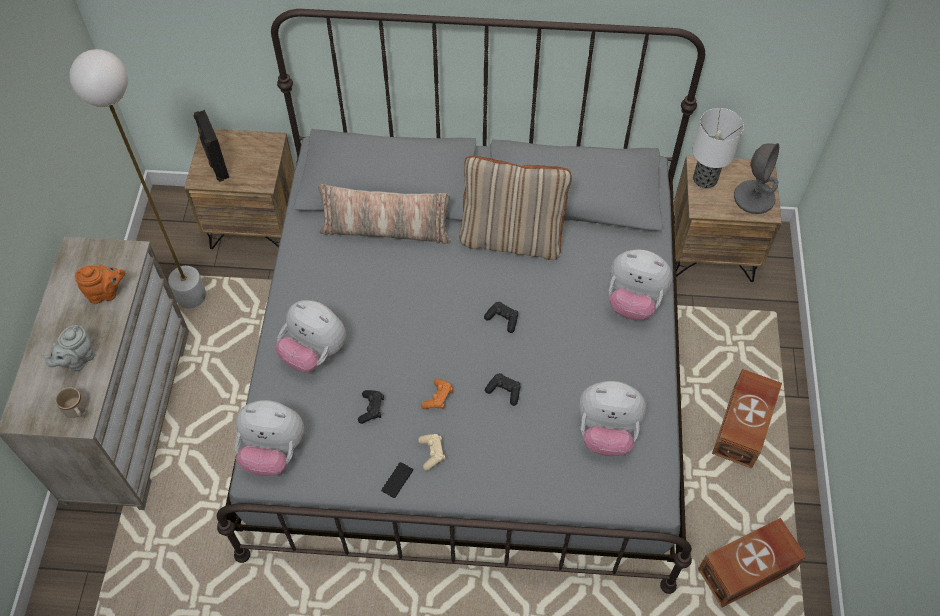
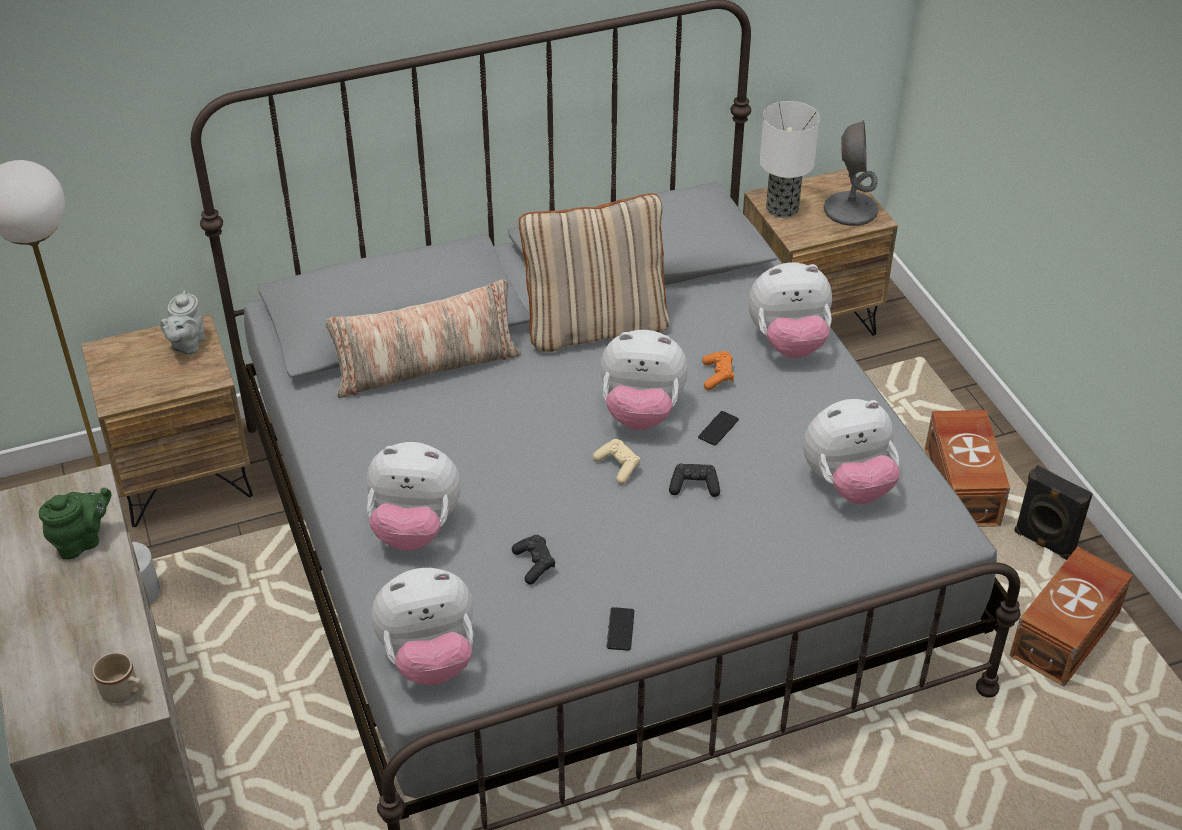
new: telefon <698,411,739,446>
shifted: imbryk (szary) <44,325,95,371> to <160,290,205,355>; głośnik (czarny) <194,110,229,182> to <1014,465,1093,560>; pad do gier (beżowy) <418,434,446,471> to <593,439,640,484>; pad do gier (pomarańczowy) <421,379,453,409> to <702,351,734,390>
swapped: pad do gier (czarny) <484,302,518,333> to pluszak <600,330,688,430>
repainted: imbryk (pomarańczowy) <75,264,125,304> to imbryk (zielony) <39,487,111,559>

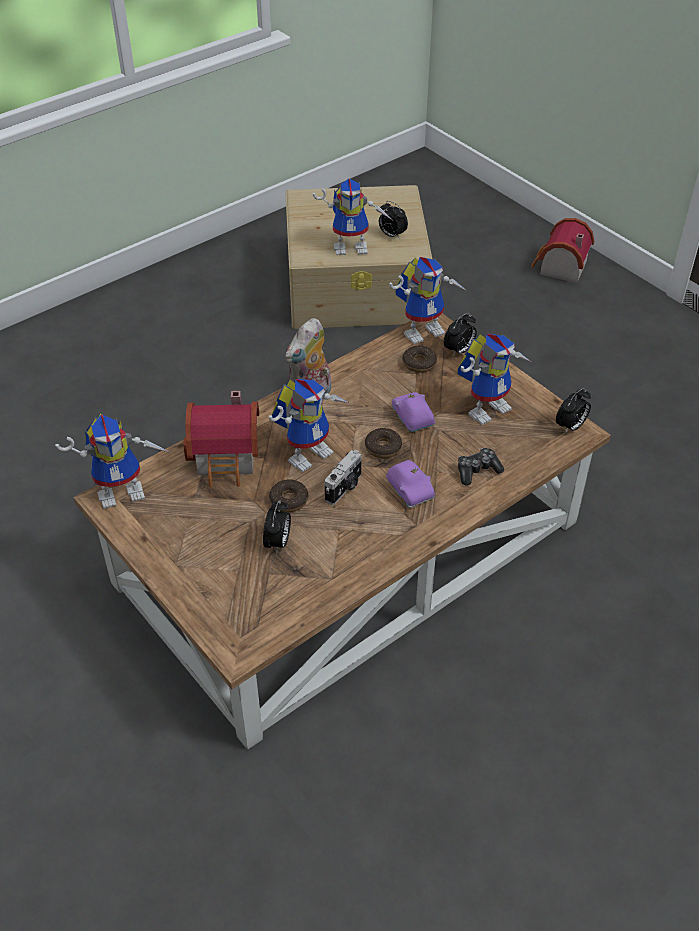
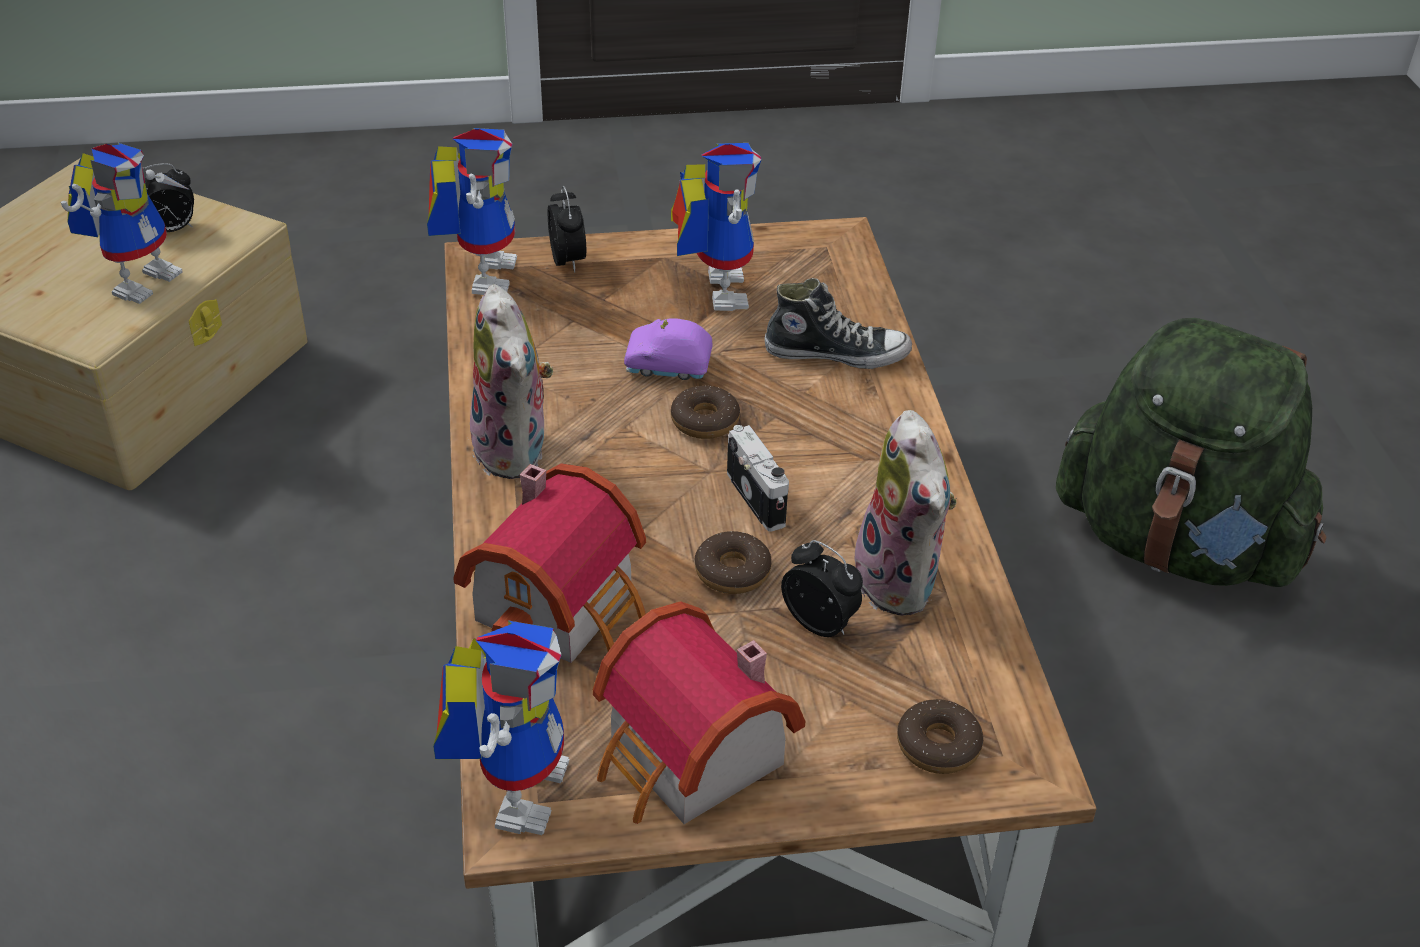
gone: robot zabawkowy <269,379,349,472>; samochodzik (fioletowy) <386,460,435,508>; budzik <556,388,591,433>
new: pluszak <854,410,957,616>; plecak (zielony) <1056,318,1327,587>
shifted: donut <402,346,437,373> to <897,699,983,774>; domek <531,218,594,283> to <593,601,805,824>
swapped: pad do gier <458,448,504,486> to but <764,278,912,369>

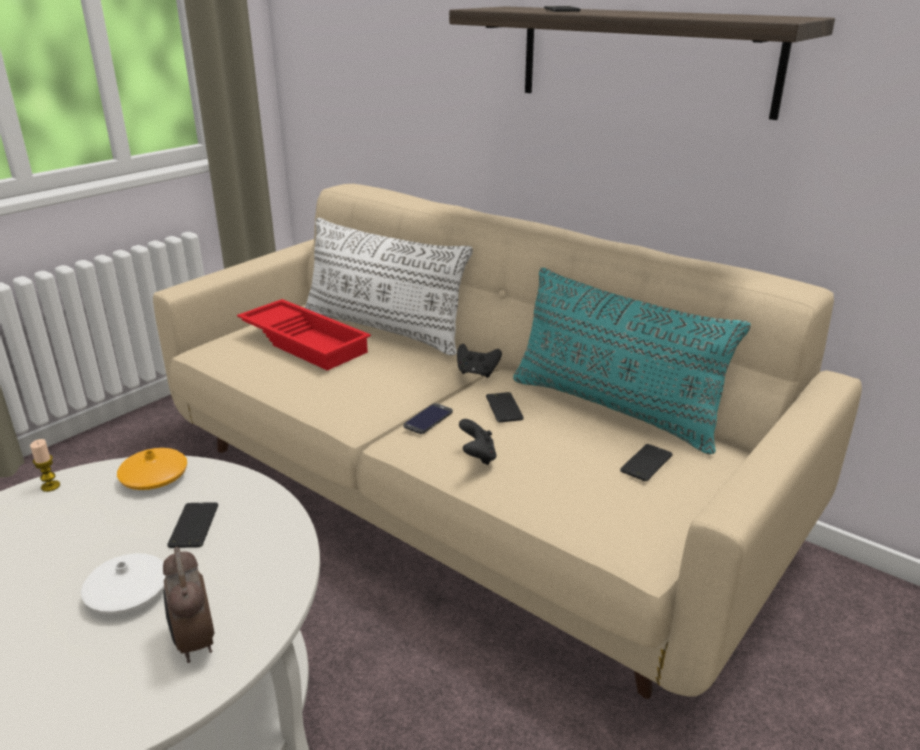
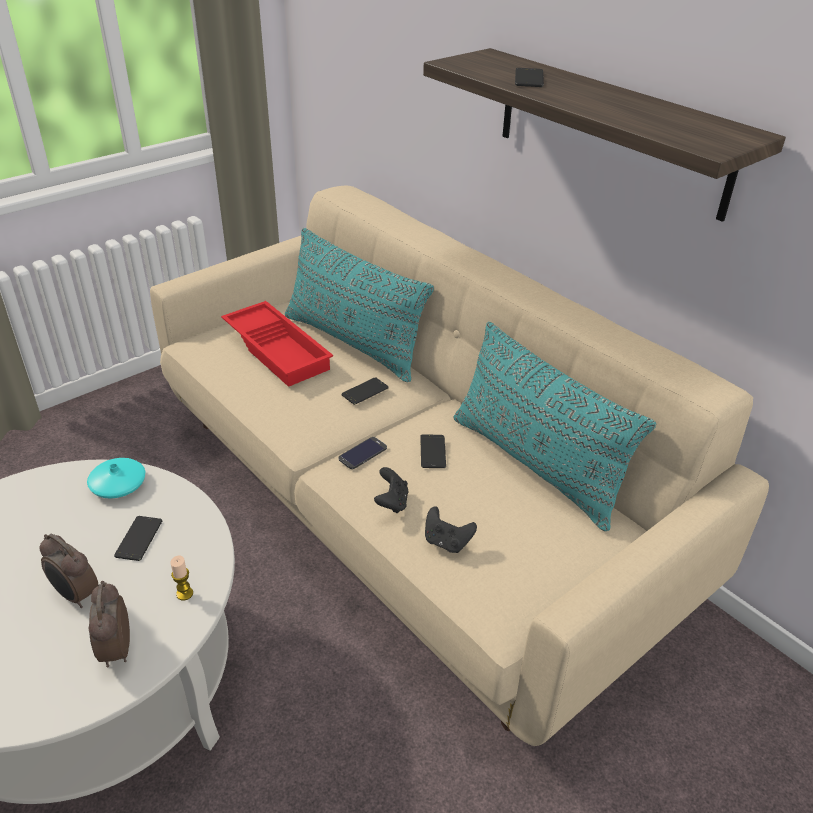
shifted: świeca <30,439,60,492> to <170,556,193,601>; pad do gier (czarny) <457,344,502,378> to <425,506,477,553>; telefon <620,444,673,481> to <342,377,389,405>
swapped: wazon (biały) <81,553,165,615> to budzik <39,534,98,608>
repainted: wazon (pomarańczowy) <117,448,187,490> to wazon (turkusowy) <87,458,145,499>; poduszka (biały) <304,218,473,356> to poduszka (turkusowy) <285,228,434,382>

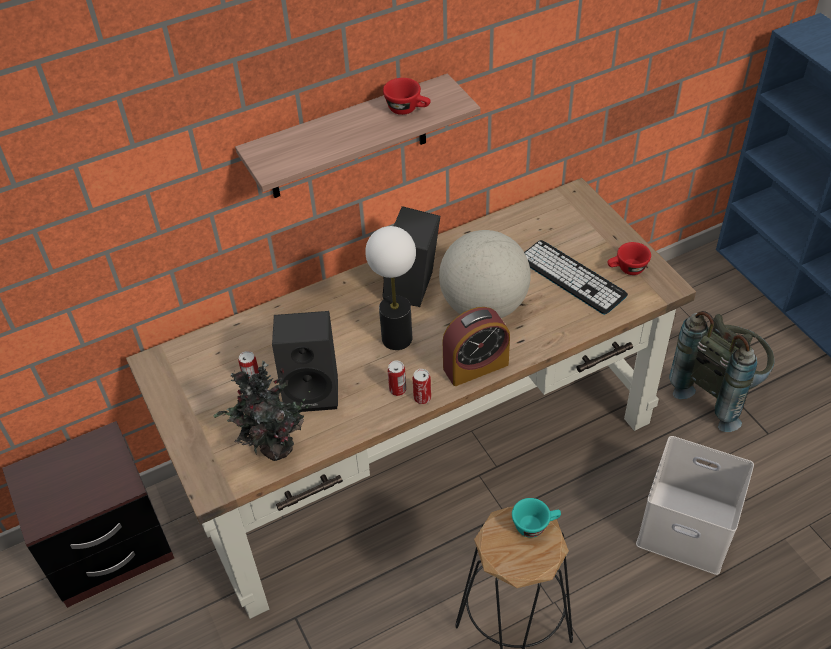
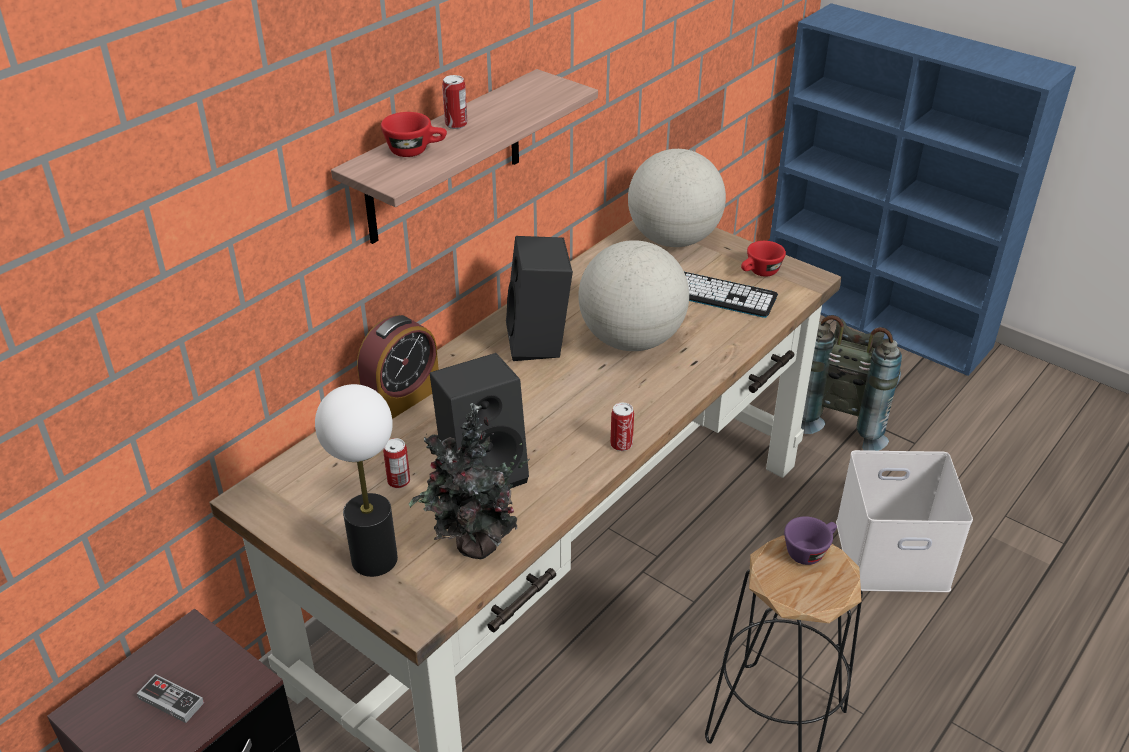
new: pad do gier <137,674,204,723>; globus <628,149,726,247>
shifted: lampa stołowa <365,226,416,350> to <315,384,398,577>; filiżanka (czerwony) <383,78,431,115> to <381,112,447,157>; puszka <388,361,406,396> to <442,75,468,129>; budzik <443,307,510,386> to <357,315,439,419>
repainted: filiżanka (turkusowy) <512,498,561,538> to filiżanka (fioletowy) <784,516,837,565>

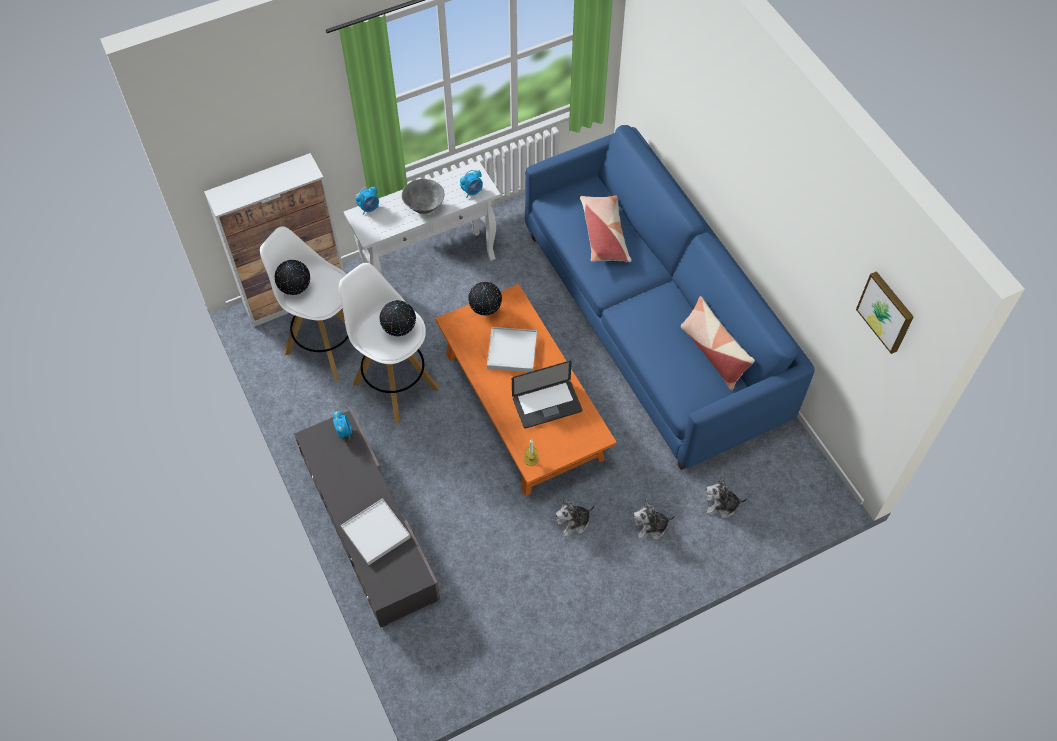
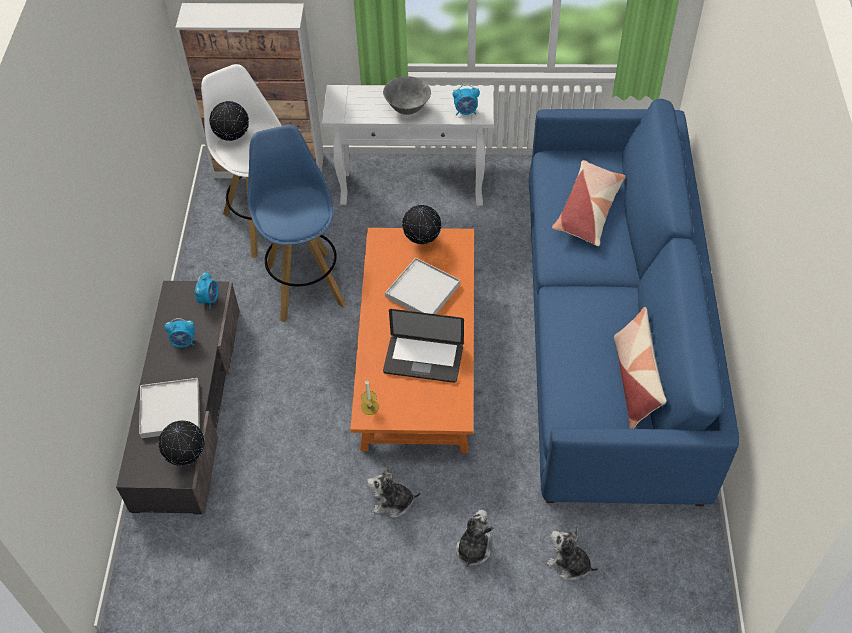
gone: obraz <856,271,914,354>
shifted: budzik <355,187,379,215> to <165,318,195,348>; globus <380,300,416,336> to <159,421,204,466>
repainted: stołek (biały) <339,263,439,424> to stołek (niebieski) <248,125,346,323>
rotated: pluszak <633,499,675,540> = <456,509,494,568> 90 degrees clockwise

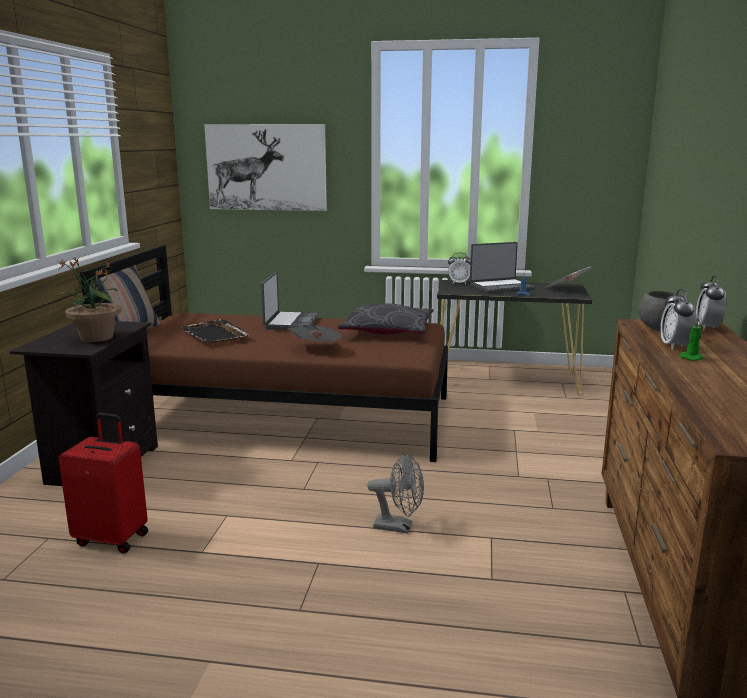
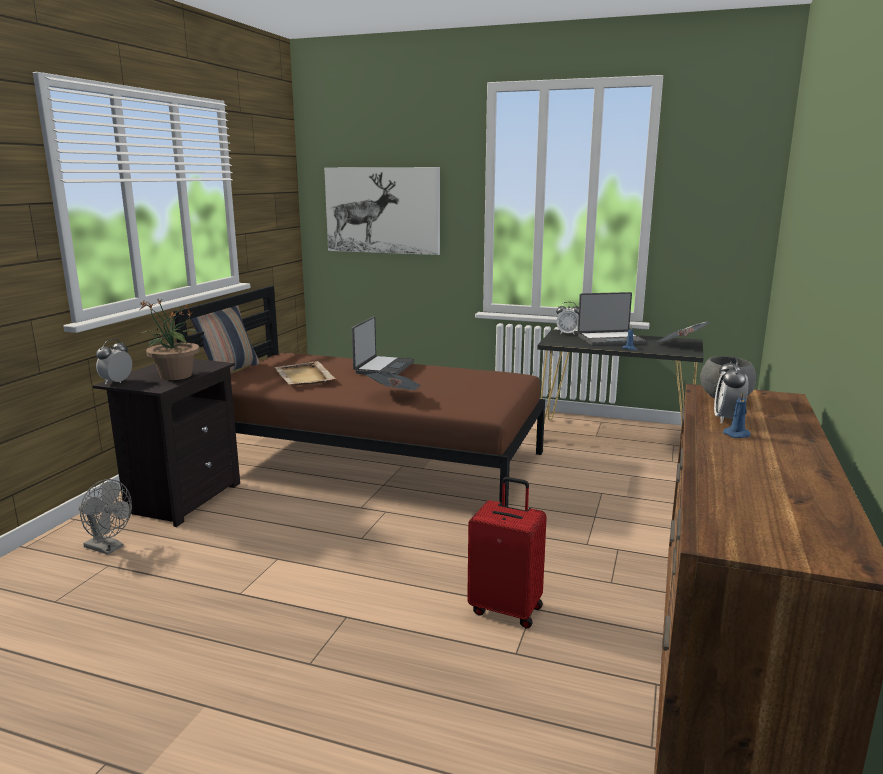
gone: poduszka (szary) <337,303,434,334>
shifted: walizka (czerwony) <58,413,148,553> to <467,477,547,628>; wentylator (szary) <367,453,424,534> to <79,479,132,555>; budzik <696,276,727,330> to <96,339,132,384>
repainted: taca (czarny) <181,319,251,343> to taca (beżowy) <274,361,336,386>; świeca (zielony) <679,318,704,361> to świeca (niebieski) <723,391,751,438>

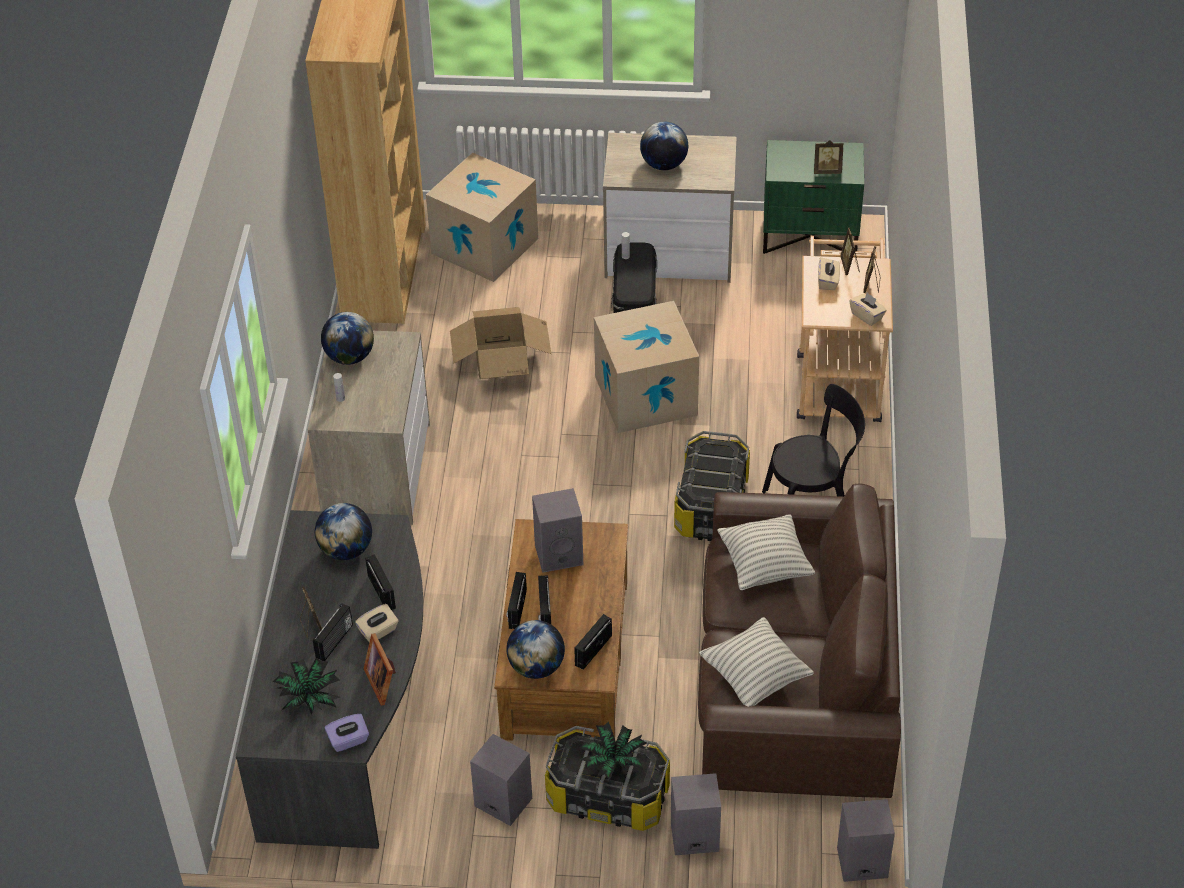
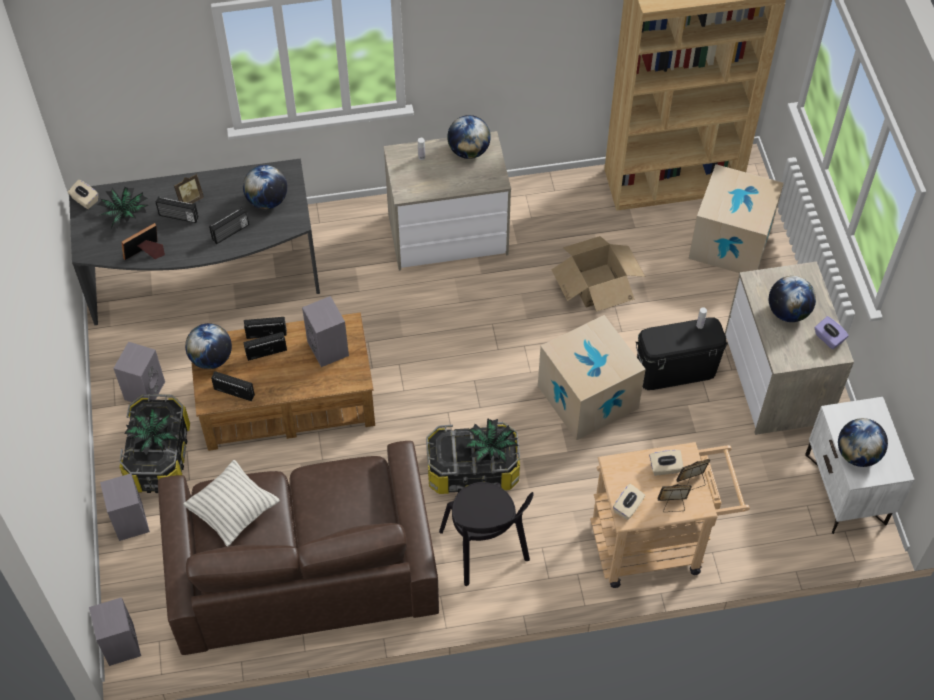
gone: poduszka <717,514,815,590>
new: roślina doniczkowa <465,418,519,464>
shifted: pudełko chusteczek (fioletowy) <325,713,369,752> to <815,316,849,349>; pudełko chusteczek (beżowy) <355,604,399,642> to <68,180,98,209>
swapped: ramka na zdjęcie <814,140,844,174> to globus <838,418,888,467>
repainted: szafka nocna (zielony) <763,140,864,254> to szafka nocna (biały) <805,397,914,534>

